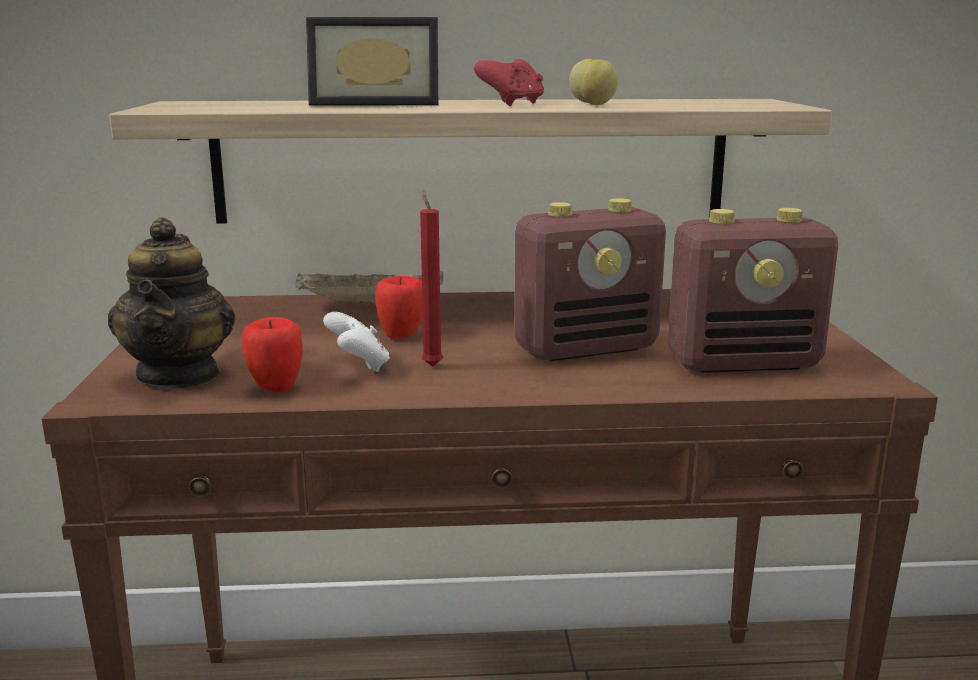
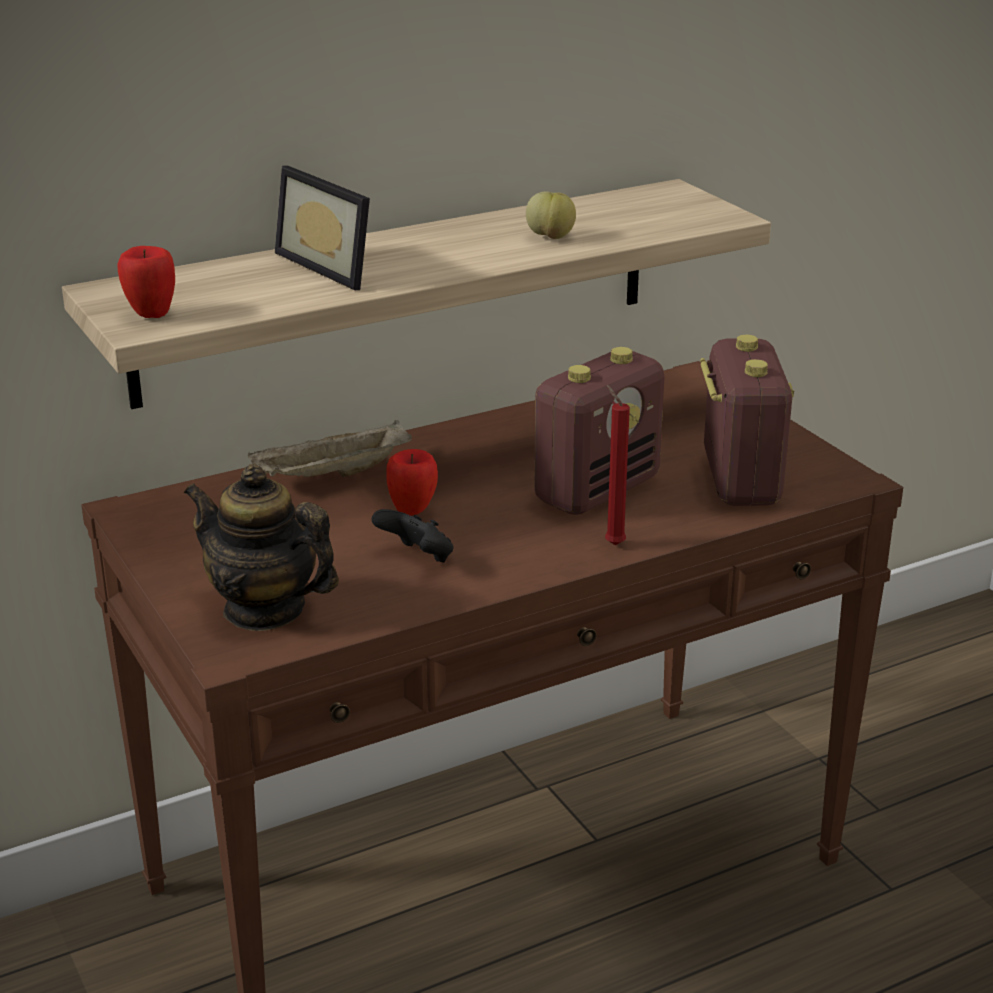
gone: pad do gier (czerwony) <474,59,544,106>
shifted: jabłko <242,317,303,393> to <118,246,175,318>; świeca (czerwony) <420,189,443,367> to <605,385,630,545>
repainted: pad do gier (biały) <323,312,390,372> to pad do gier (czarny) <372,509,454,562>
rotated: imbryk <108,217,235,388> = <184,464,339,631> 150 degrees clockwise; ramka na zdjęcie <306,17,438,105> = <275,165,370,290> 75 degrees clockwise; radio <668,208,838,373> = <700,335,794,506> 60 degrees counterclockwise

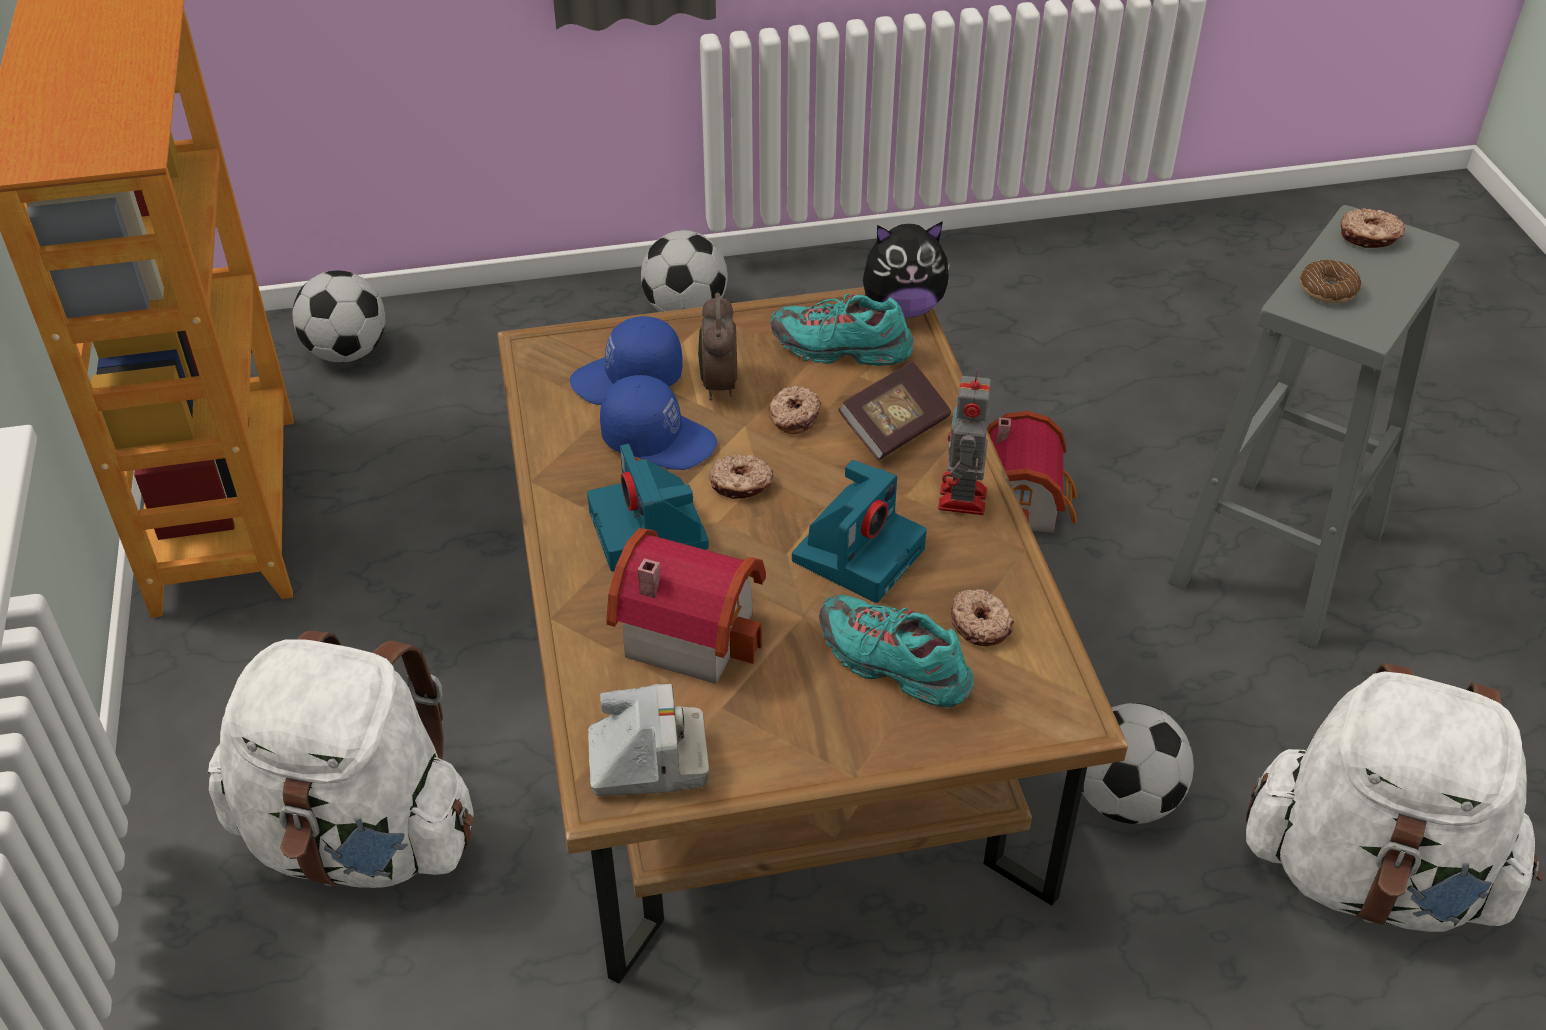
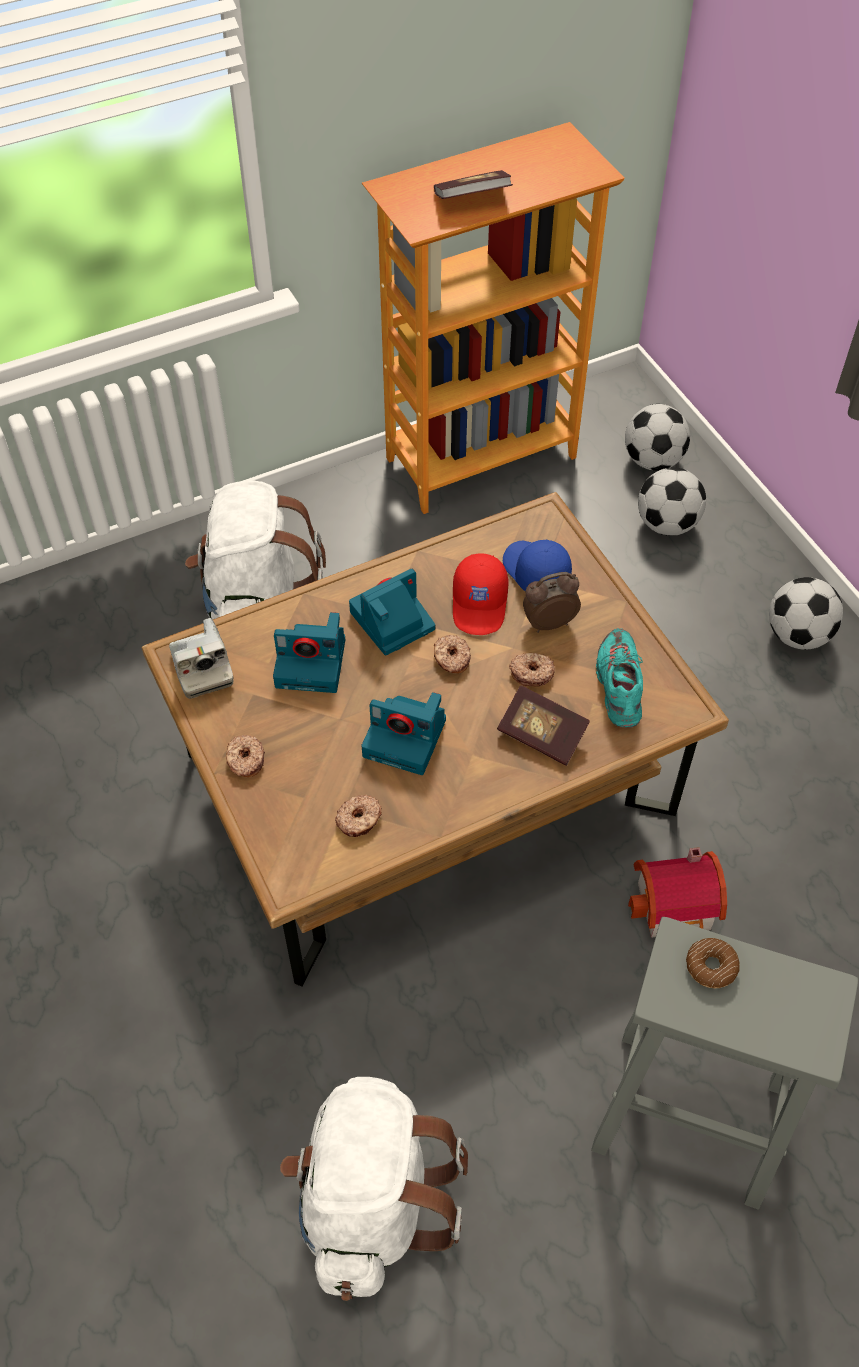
gone: but (turkusowy) <819,595,974,707>; pluszak <863,221,951,318>; robot zabawkowy <938,369,991,515>
new: książka <434,170,513,199>
shifted: piłka futbolowa <1082,703,1194,824> to <638,467,706,536>; donut <1340,209,1405,248> to <226,735,265,777>
swapped: domek <606,528,766,684> to aparat fotograficzny <273,612,345,693>
repainted: czapka z daszkiem (niebieski) <600,375,717,470> to czapka z daszkiem (czerwony) <453,553,509,635>

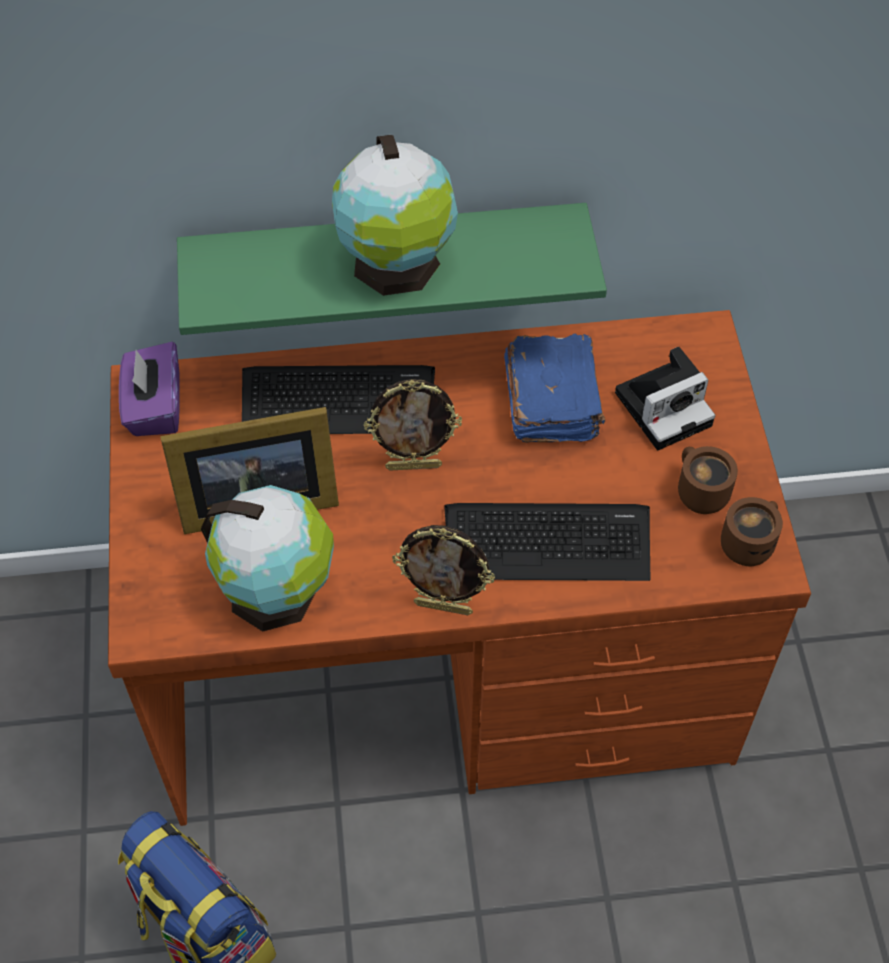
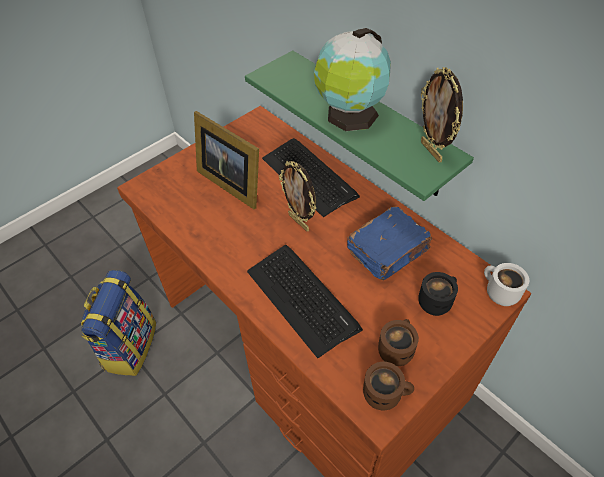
gone: pudełko chusteczek (fioletowy) <119,342,180,436>; globus <201,485,334,631>
new: kubek (biały) <484,263,529,306>
shifted: ramka na zdjęcie <392,525,495,615> to <421,67,463,162>
swapped: aparat fotograficzny <615,347,715,450> to kubek (czarny) <418,272,458,316>

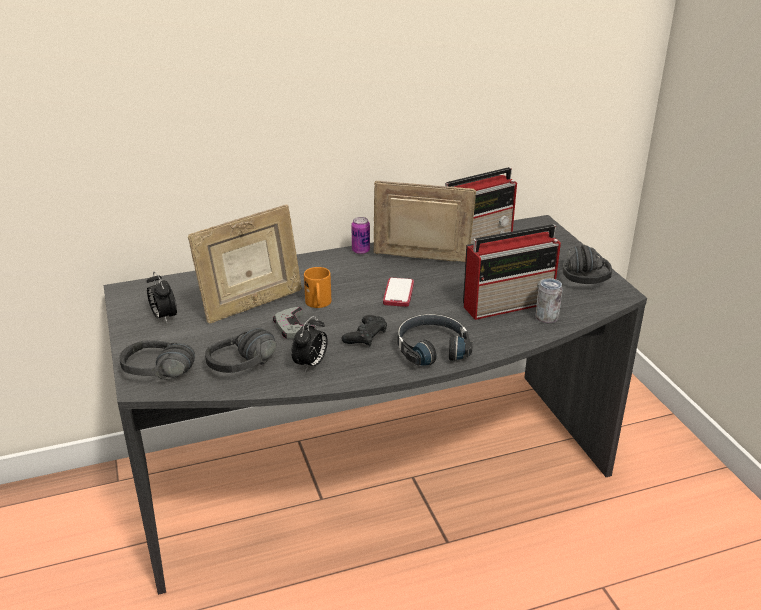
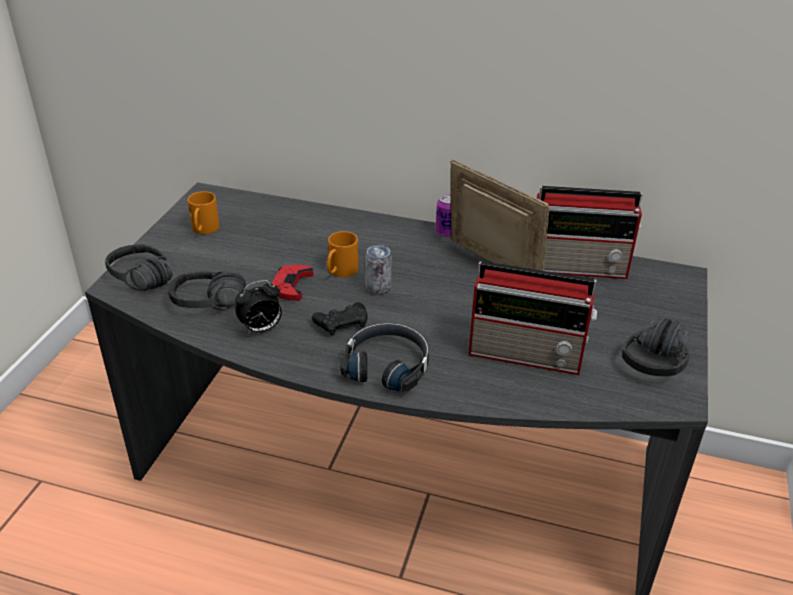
gone: ramka na zdjęcie <188,204,302,323>; telefon <383,278,414,307>
shifted: puszka <535,278,563,324> to <365,245,392,295>
swapped: budzik <147,272,177,322> to kubek (pomarańczowy) <188,191,219,234>
repainted: pad do gier (szary) <273,307,315,339> to pad do gier (czerwony) <272,265,313,301>

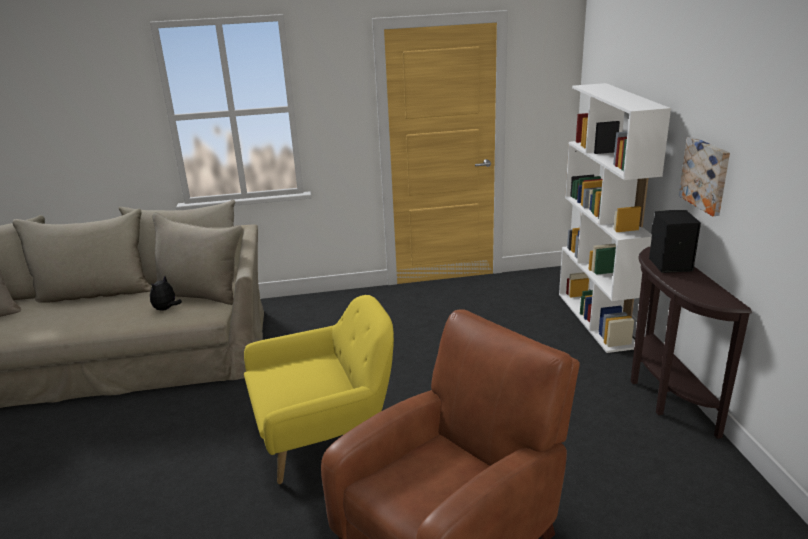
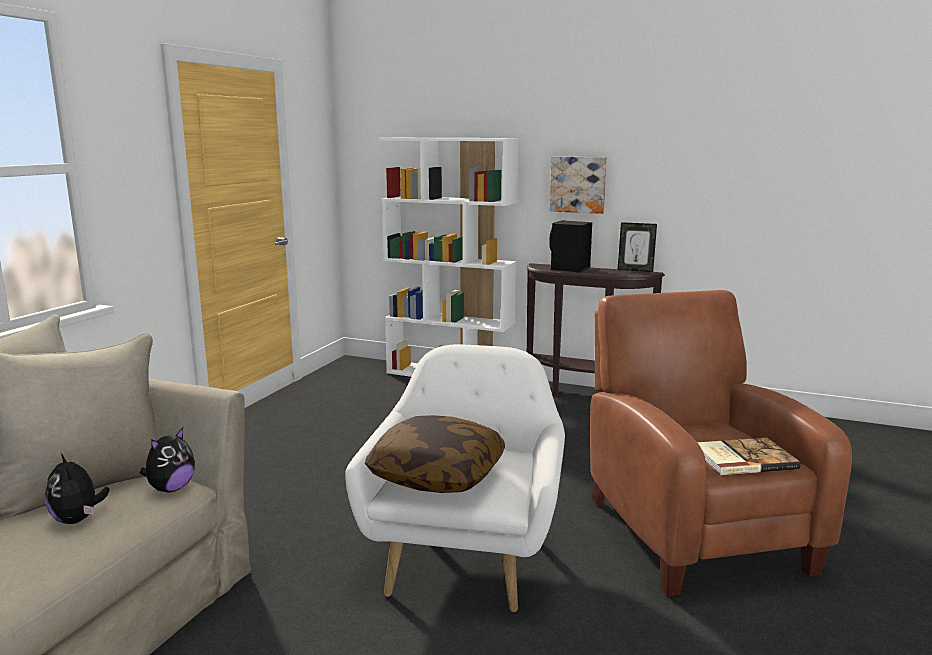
new: pluszak <140,427,195,492>; poduszka <365,415,505,493>; ramka na zdjęcie <617,222,657,272>; książka <697,438,800,475>
repainted: fotel (żółty) <244,295,394,484> to fotel (biały) <345,344,565,612>

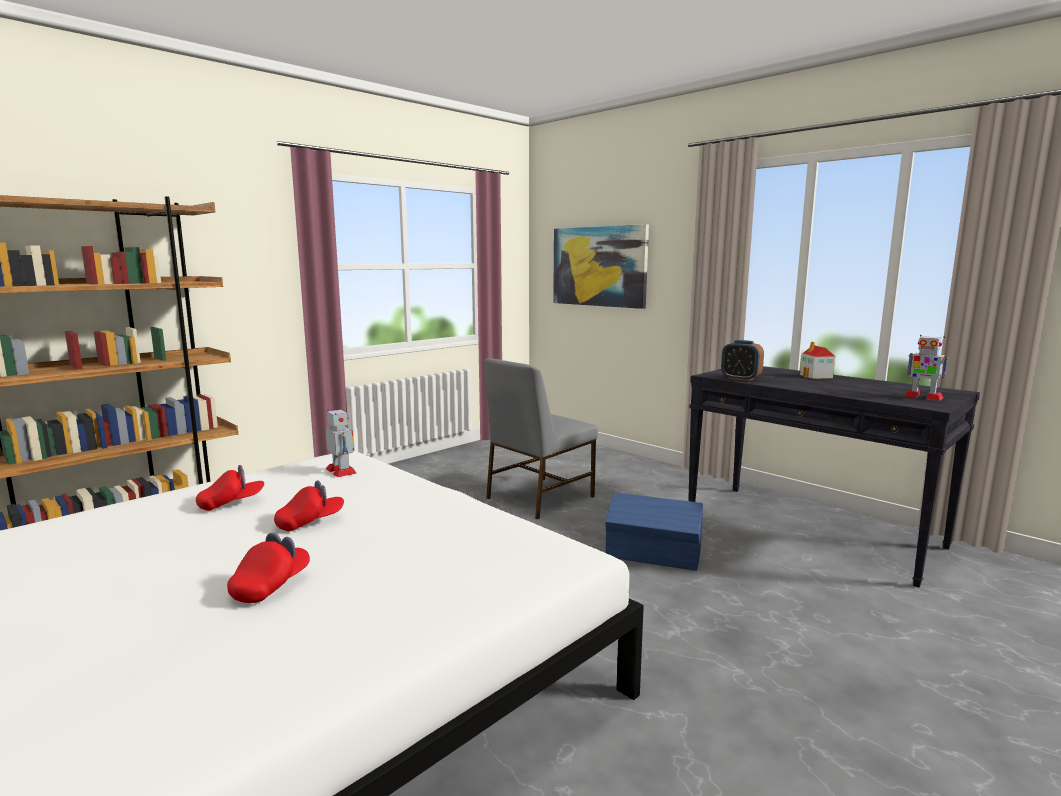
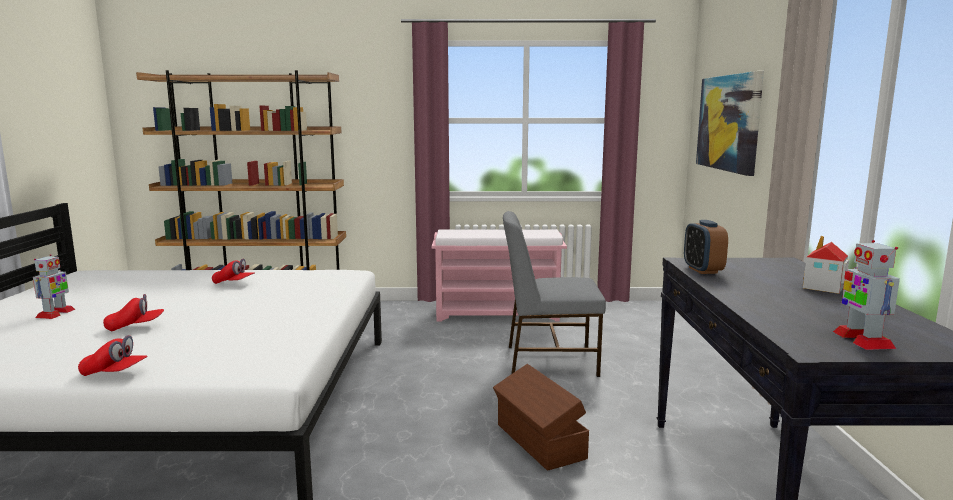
new: ławka (różowy) <432,229,567,322>
shifted: czapka z daszkiem (czerwony) <274,480,344,531> to <78,335,148,376>; robot zabawkowy <326,409,357,477> to <33,254,75,319>
repainted: pojemnik do przechowywania (niebieski) <605,493,703,571> to pojemnik do przechowywania (brązowy) <493,364,589,471>

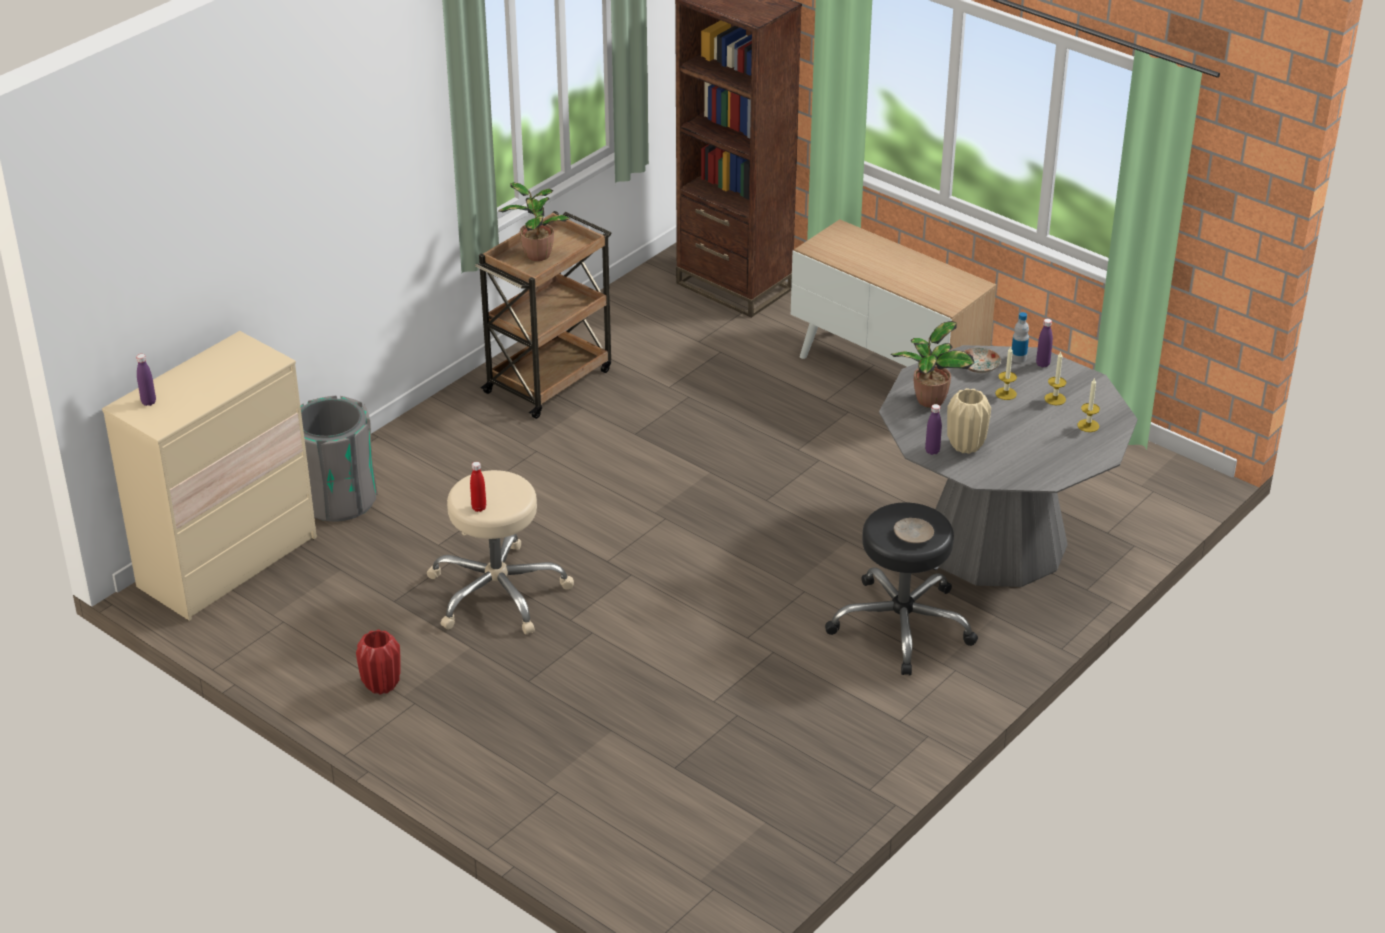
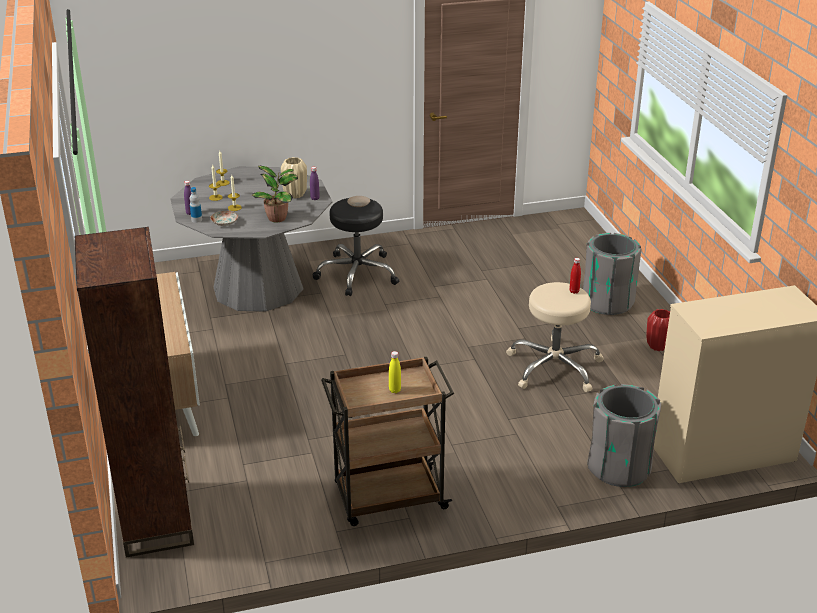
gone: butelka (fioletowy) <136,354,156,406>
new: kosz na śmieci (szary) <583,233,641,315>
swapped: roślina doniczkowa <498,183,570,261> to butelka (żółty) <389,351,401,393>

